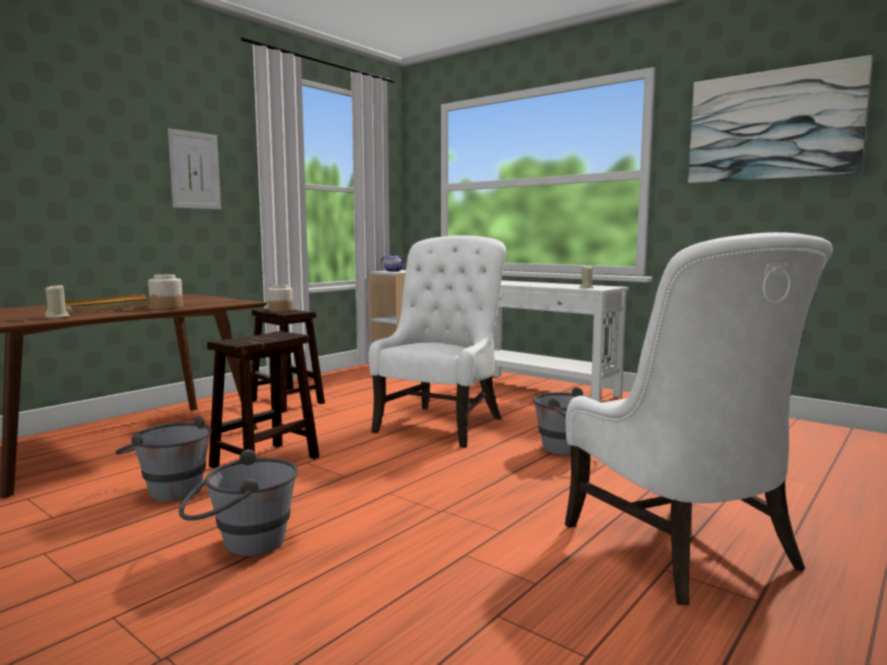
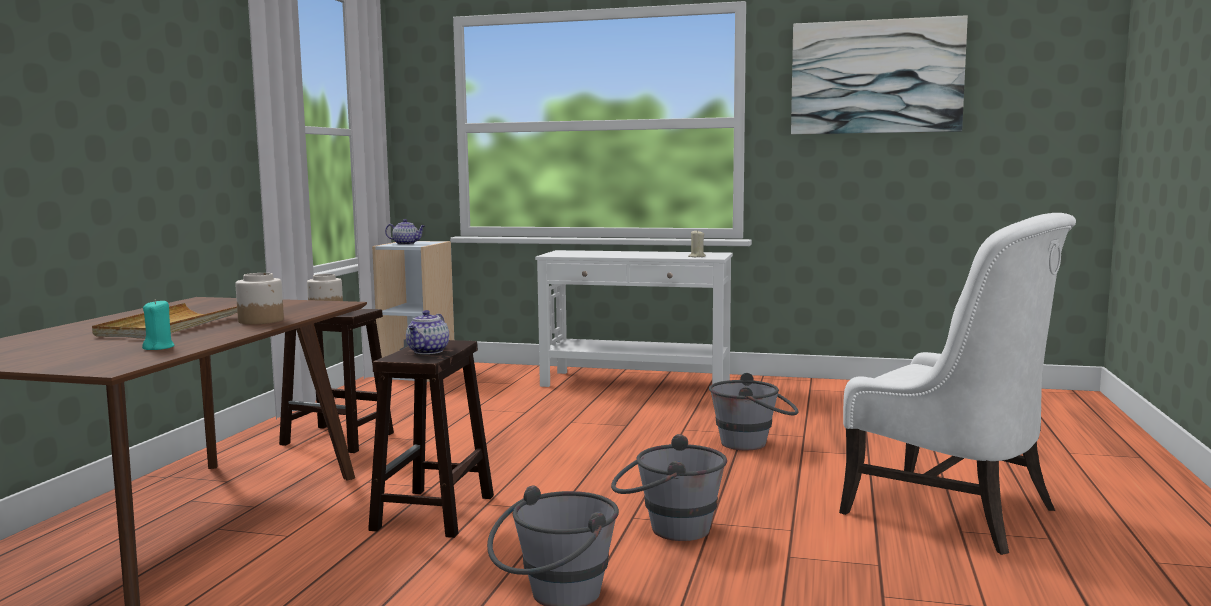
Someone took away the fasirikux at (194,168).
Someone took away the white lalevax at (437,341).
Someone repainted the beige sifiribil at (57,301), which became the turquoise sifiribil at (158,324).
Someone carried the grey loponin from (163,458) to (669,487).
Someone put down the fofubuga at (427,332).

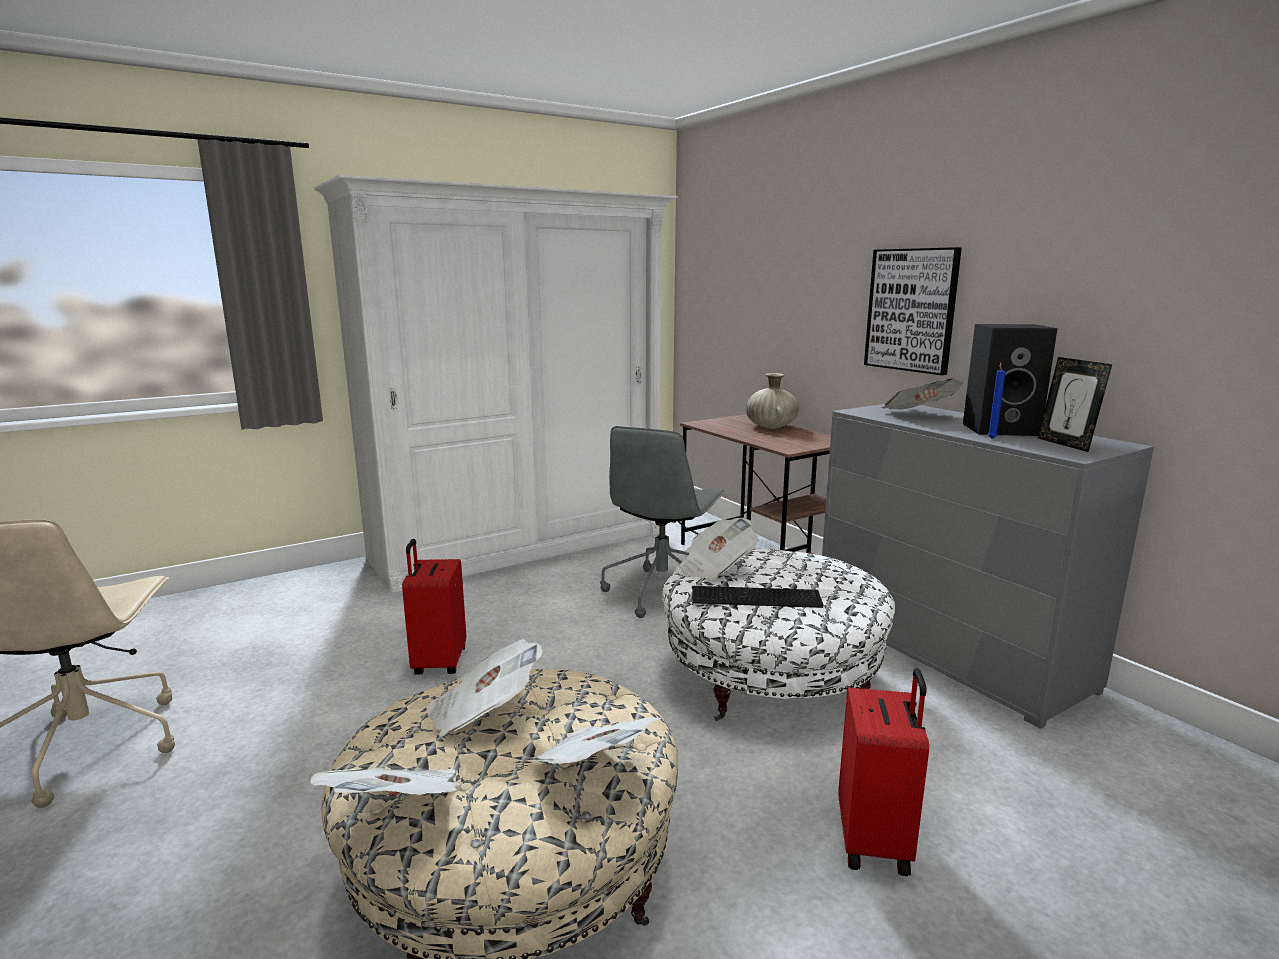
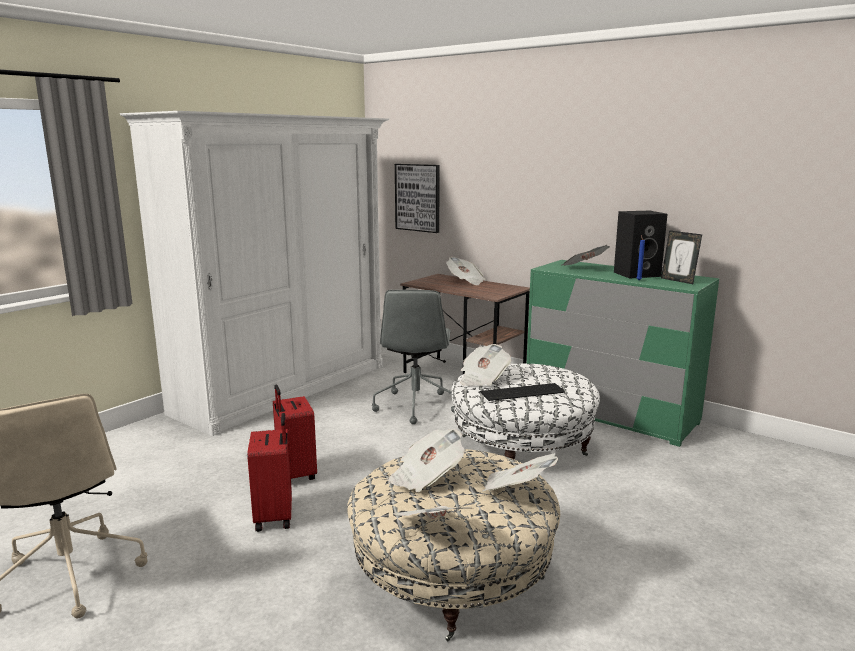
Someone carried the fasirikux from (913,311) to (417,198).
Someone swapped the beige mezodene at (772,401) for the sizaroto at (465,271).
Someone repainted the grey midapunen at (988,566), which became the green midapunen at (623,353).
Someone carried the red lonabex from (883,772) to (269,472).

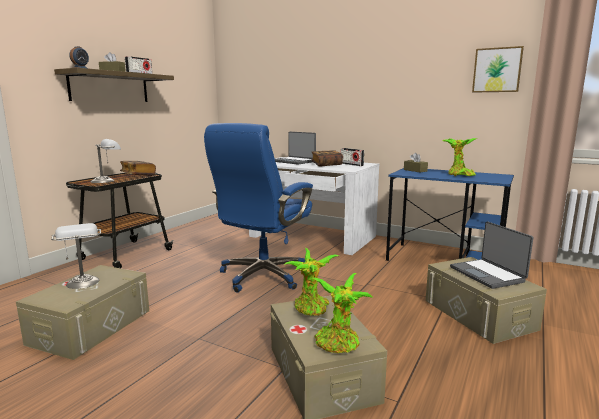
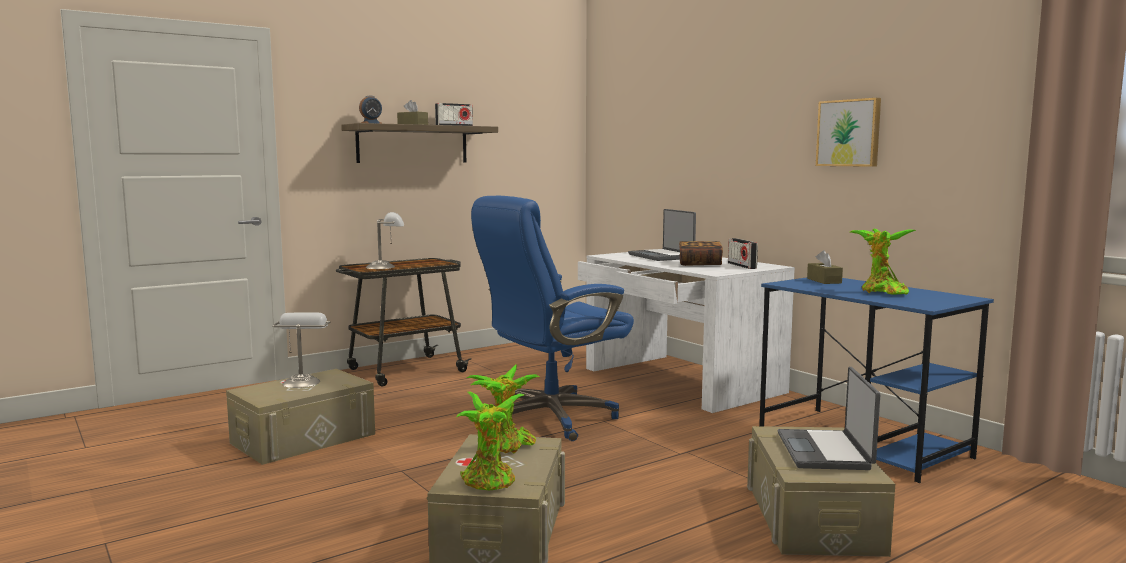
Someone carried the fasirikux from (498,69) to (848,132).
Someone took away the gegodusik at (138,168).

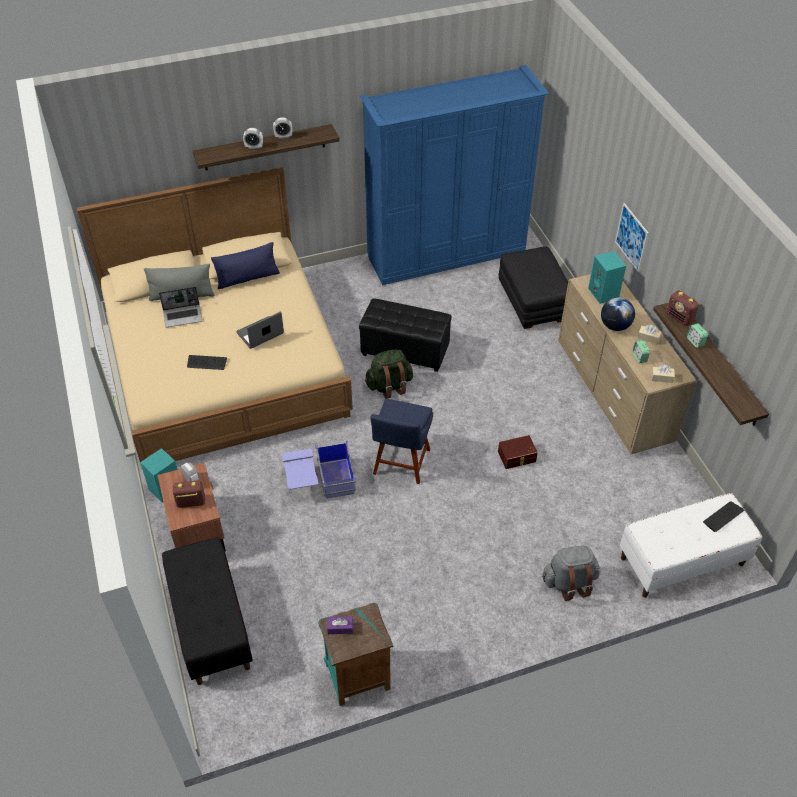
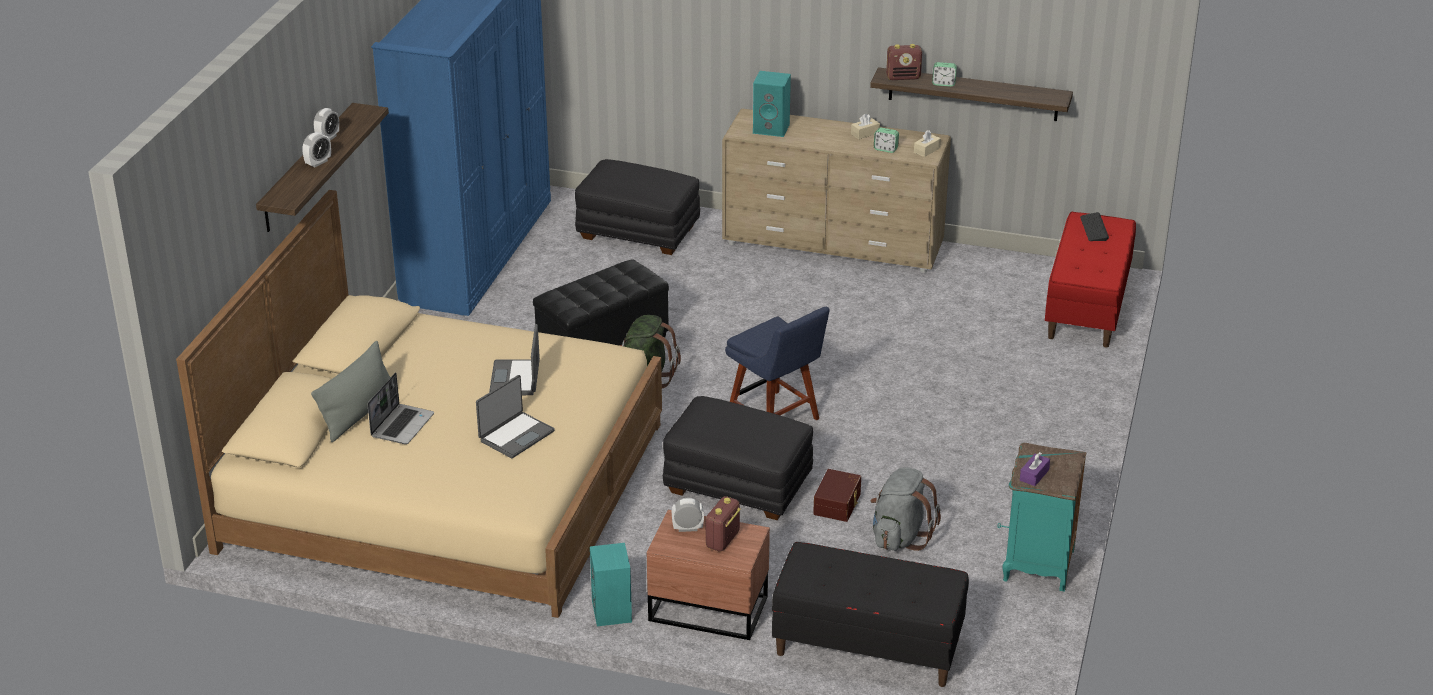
Someone took away the fasirikux at (631,237).
Someone took away the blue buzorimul at (245,265).
Someone took away the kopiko at (618,314).
Someone swapped the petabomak at (207,362) for the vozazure at (515,416).
Someone carried the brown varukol from (518,452) to (837,495).
Someone swapped the blue varukol at (319,469) for the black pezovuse at (738,458).
Someone repainted the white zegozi at (691,545), which became the red zegozi at (1090,280).
Someone carried the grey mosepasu from (571,573) to (906,509).

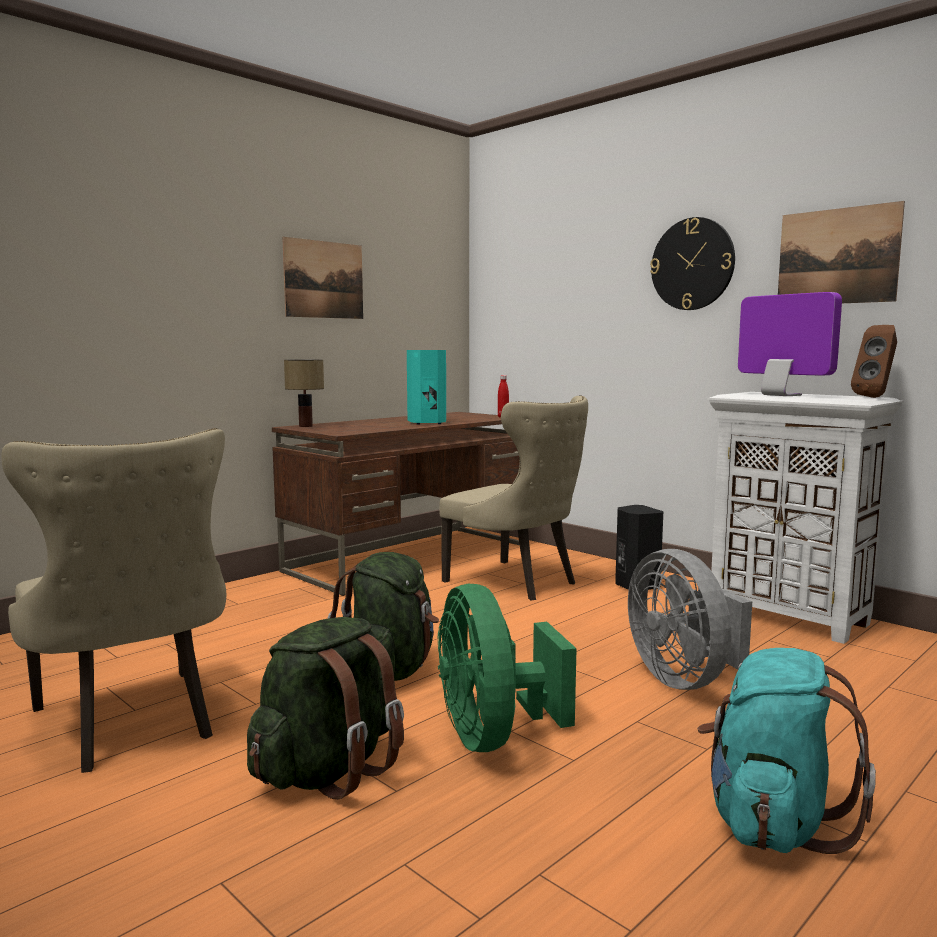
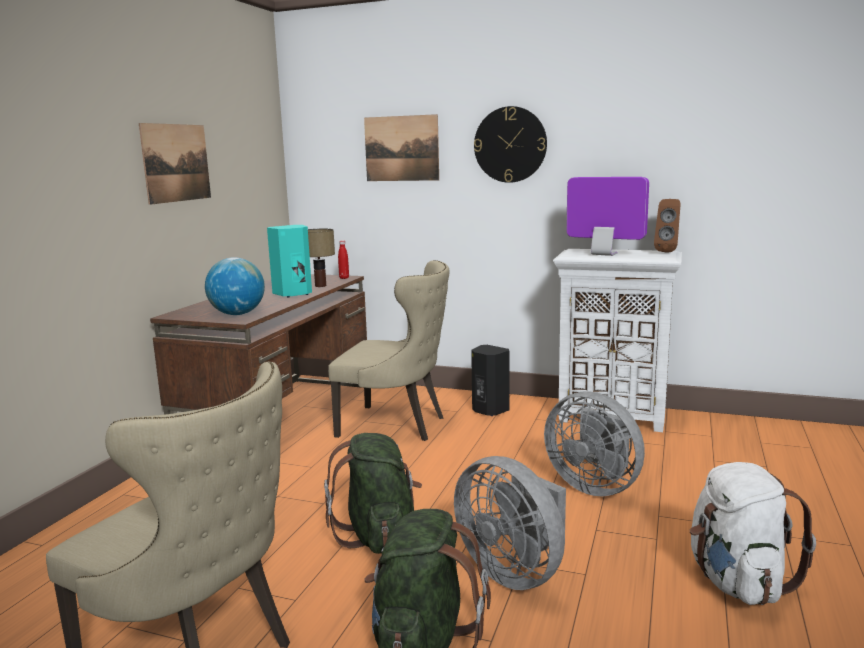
Someone carried the fasirikux from (841,252) to (401,147).
Someone carried the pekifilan from (304,393) to (321,258).
Someone repainted the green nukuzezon at (507,668), which became the grey nukuzezon at (510,523).
Someone repainted the turquoise mosepasu at (786,751), which became the white mosepasu at (753,533).
Someone put down the kopiko at (235,286).

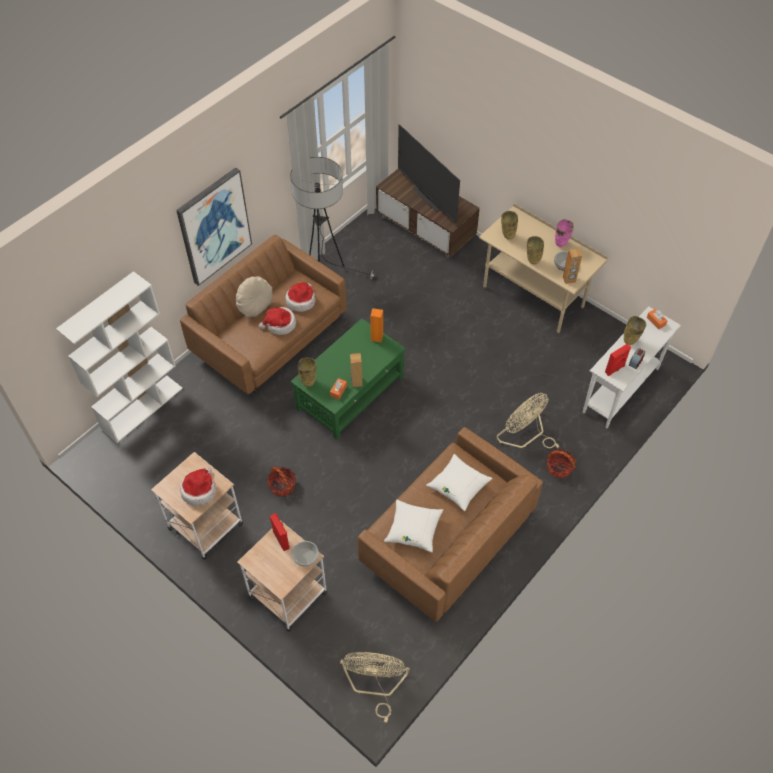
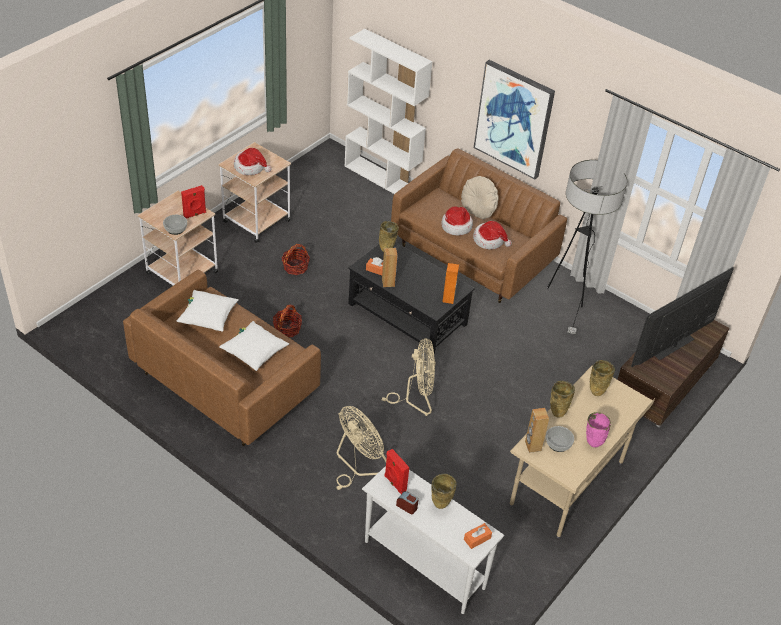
Someone repainted the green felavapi at (348,378), which became the black felavapi at (411,298).
Someone carried the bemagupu from (561,463) to (287,320).
Someone carried the beige nukuzezon from (375,687) to (409,377).

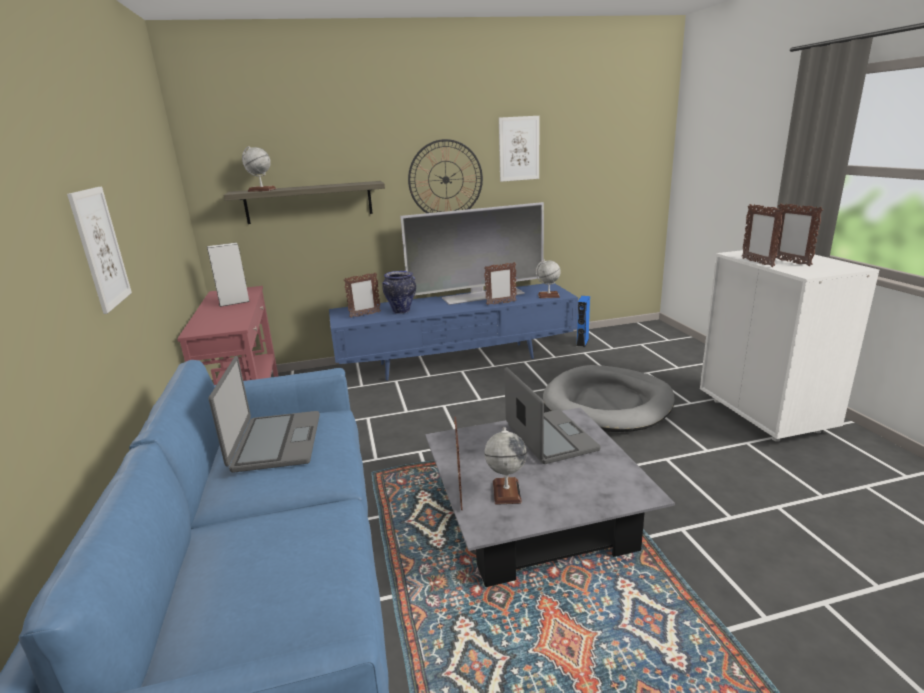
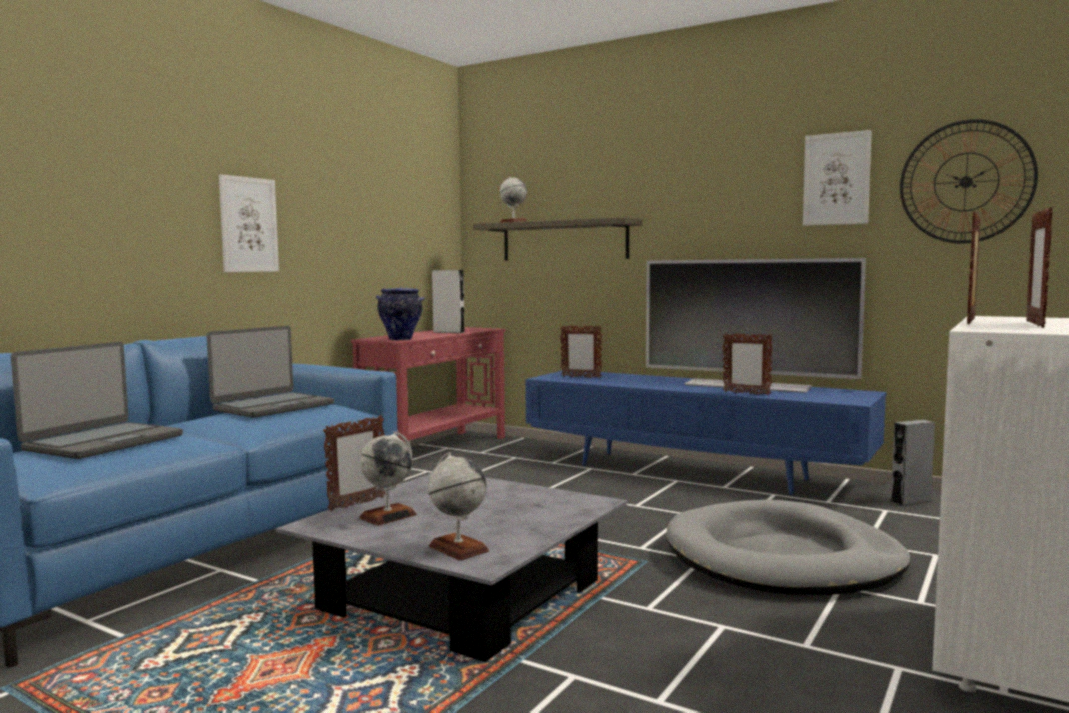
Someone carried the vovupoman from (445,176) to (969,181).
Someone carried the kopiko from (548,279) to (458,506).
Someone carried the mezodene from (399,292) to (400,314).
Someone repainted the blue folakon at (583,321), which became the grey folakon at (913,462).
Someone carried the vozazure from (552,415) to (97,400).

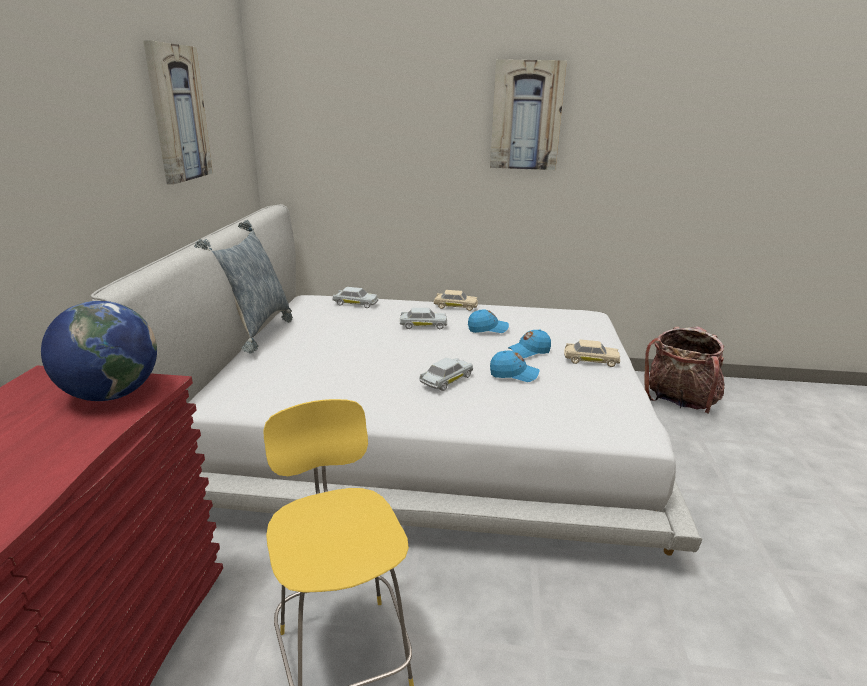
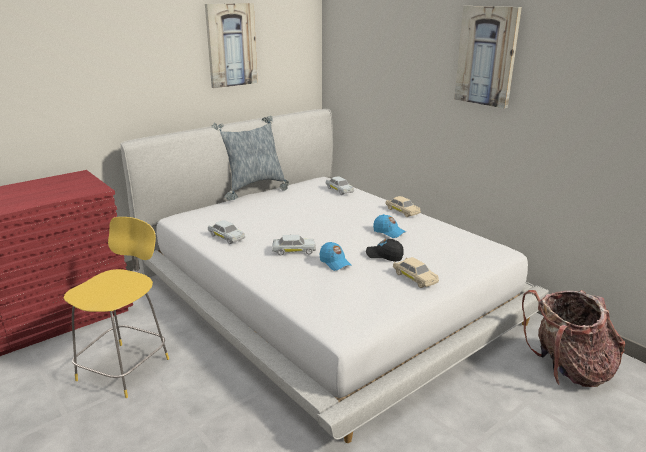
Someone took away the kopiko at (99,351).
Someone carried the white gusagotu from (423,318) to (226,232).
Someone repainted the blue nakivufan at (529,343), which became the black nakivufan at (385,250).

